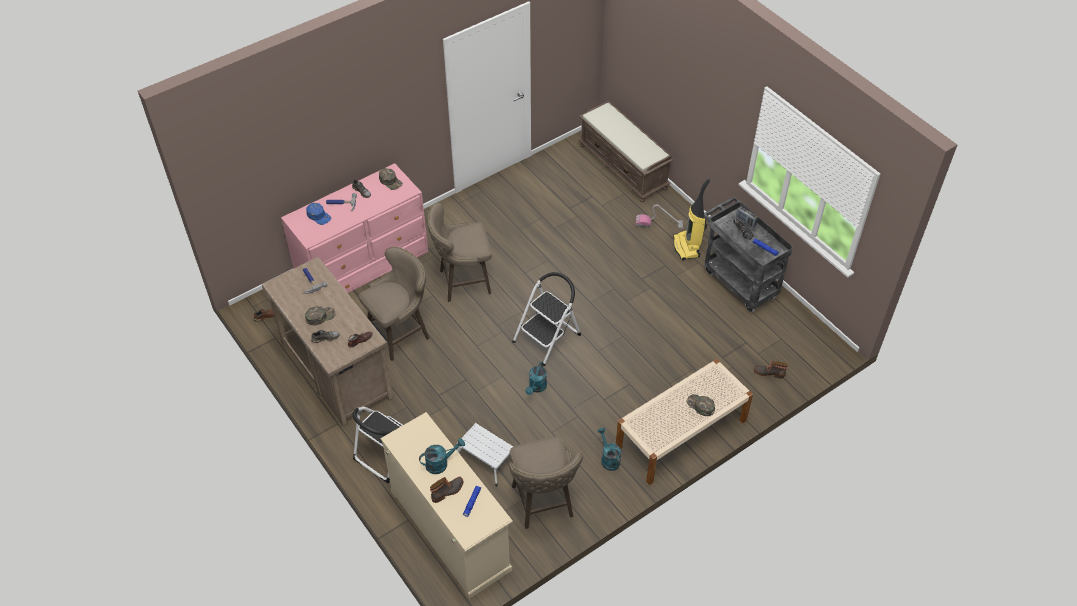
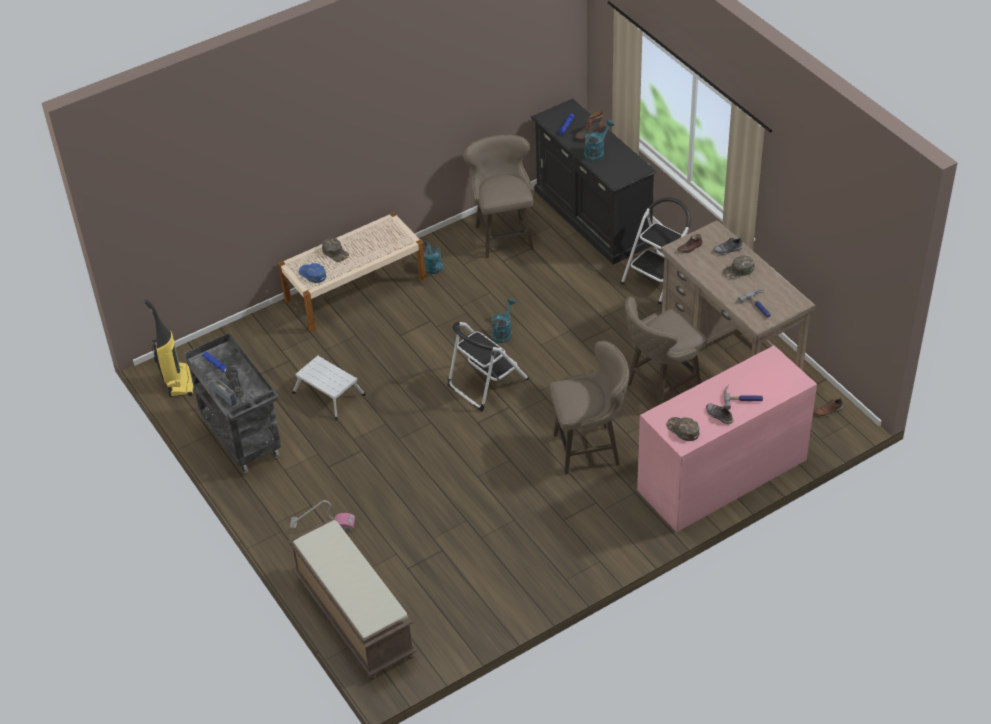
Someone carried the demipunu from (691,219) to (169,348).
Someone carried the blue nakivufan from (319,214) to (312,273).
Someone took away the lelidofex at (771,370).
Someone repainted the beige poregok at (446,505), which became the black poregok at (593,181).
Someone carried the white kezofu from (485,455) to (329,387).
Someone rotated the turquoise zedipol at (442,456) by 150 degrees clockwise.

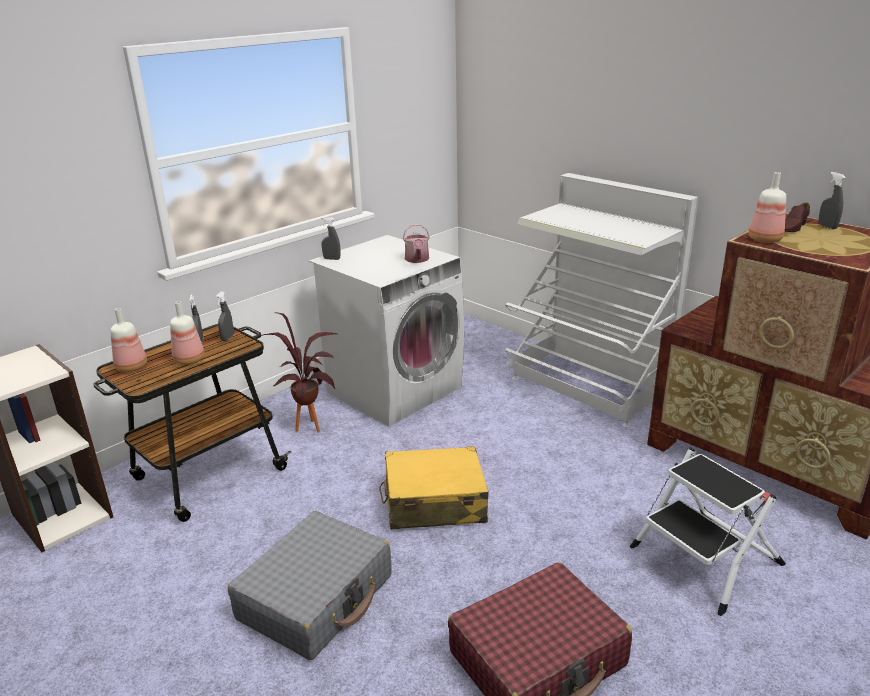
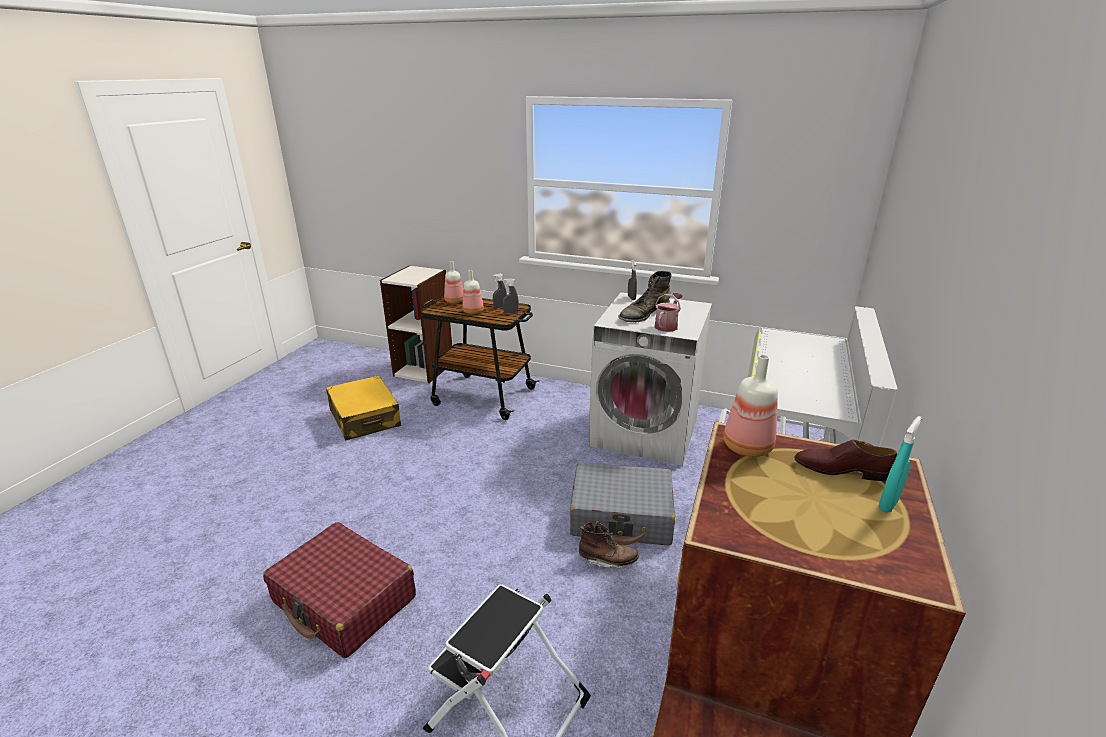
Someone repainted the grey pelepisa at (832,200), which became the turquoise pelepisa at (900,464).
Someone rotated the zedipol at (416,243) by 150 degrees clockwise.
Someone took away the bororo at (299,372).
Someone carried the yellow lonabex from (433,488) to (363,408).
Someone carried the grey lonabex from (310,585) to (622,503).
Someone put down the green lelidofex at (645,296).
Someone put down the brown lelidofex at (609,545).

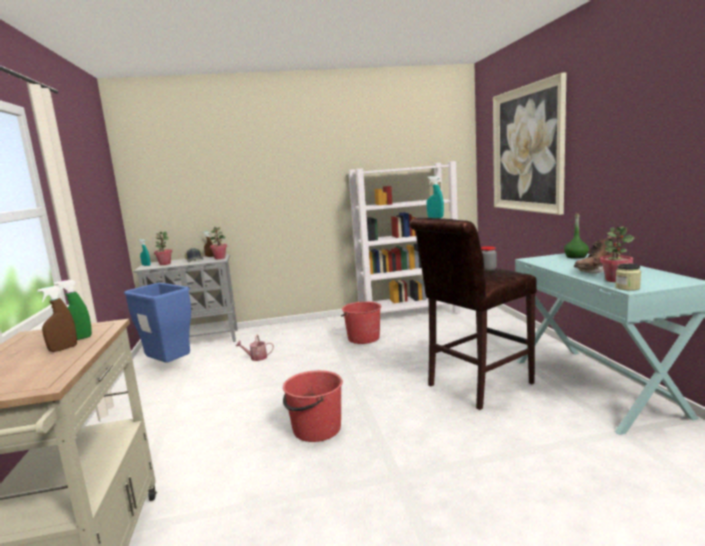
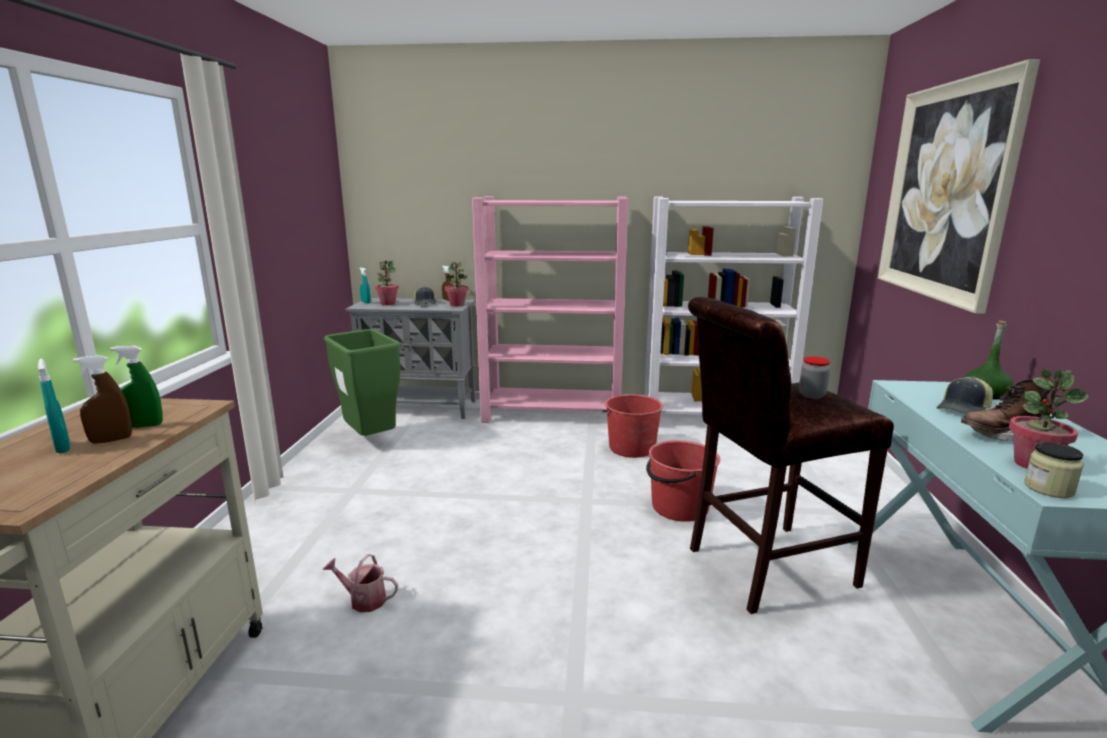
Someone carried the turquoise pelepisa from (435,197) to (54,405).
Someone repainted the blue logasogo at (157,322), which became the green logasogo at (362,382).
Someone carried the zedipol from (255,348) to (360,583).
Someone carried the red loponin from (313,406) to (683,481).
Someone put down the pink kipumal at (550,309).
Someone put down the nakivufan at (964,395).

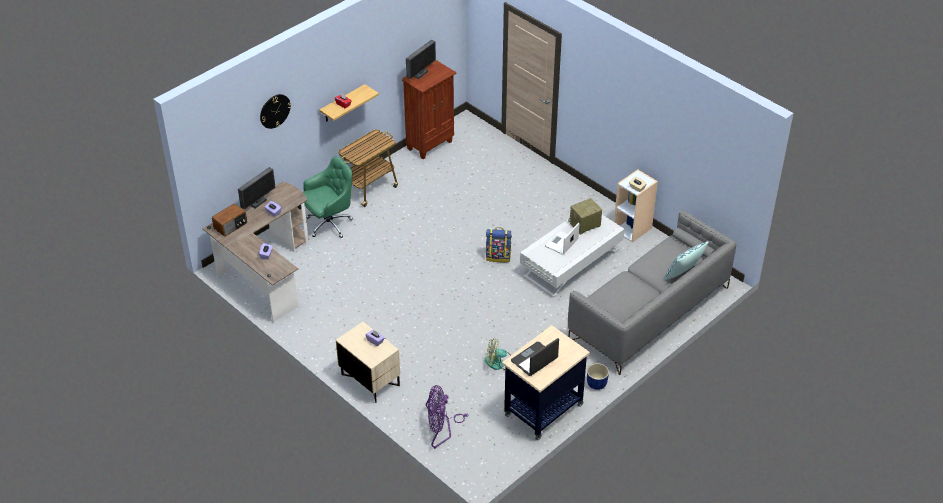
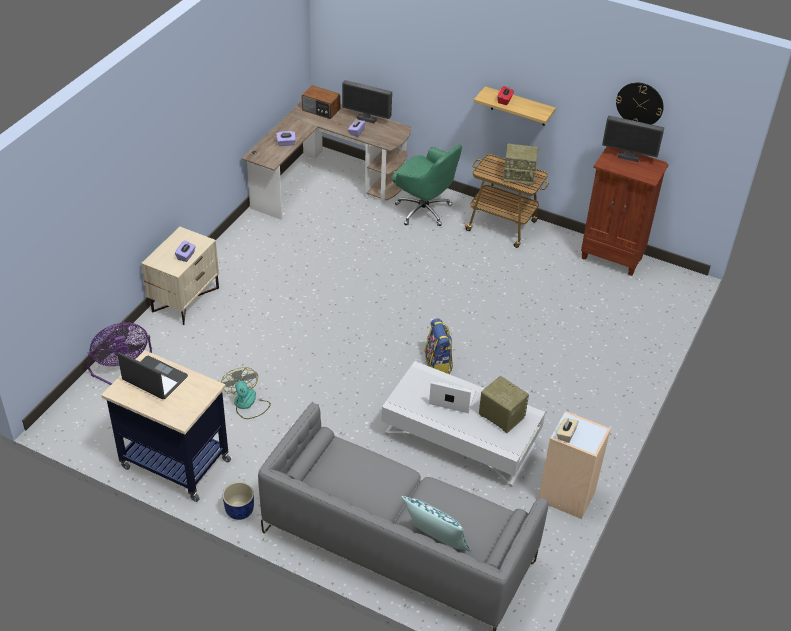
Someone carried the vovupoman from (275,111) to (640,103).
Someone put down the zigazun at (520,165).

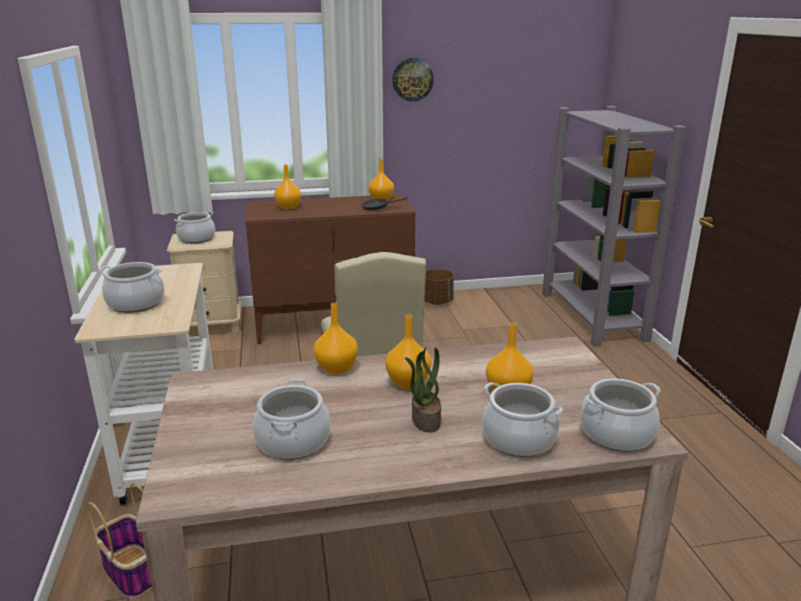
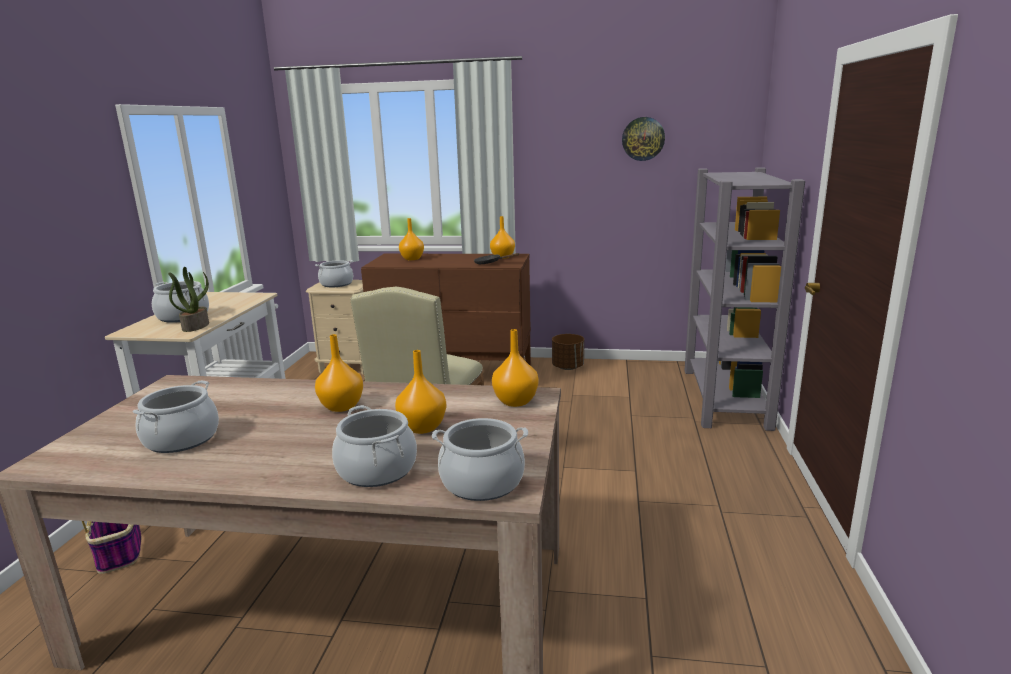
Someone carried the vovupoman from (413,80) to (643,139).
Someone carried the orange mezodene from (336,338) to (515,368).
Someone carried the bororo from (423,390) to (188,299).

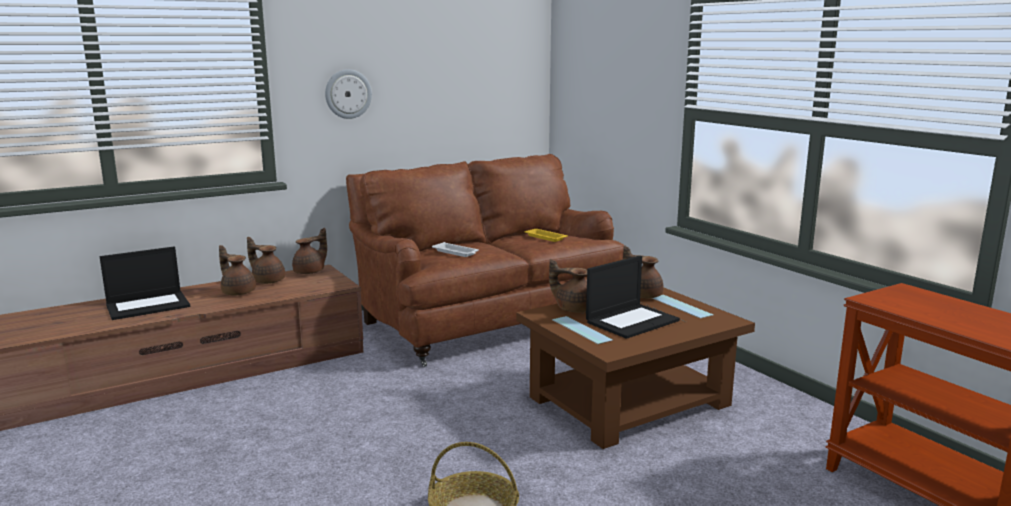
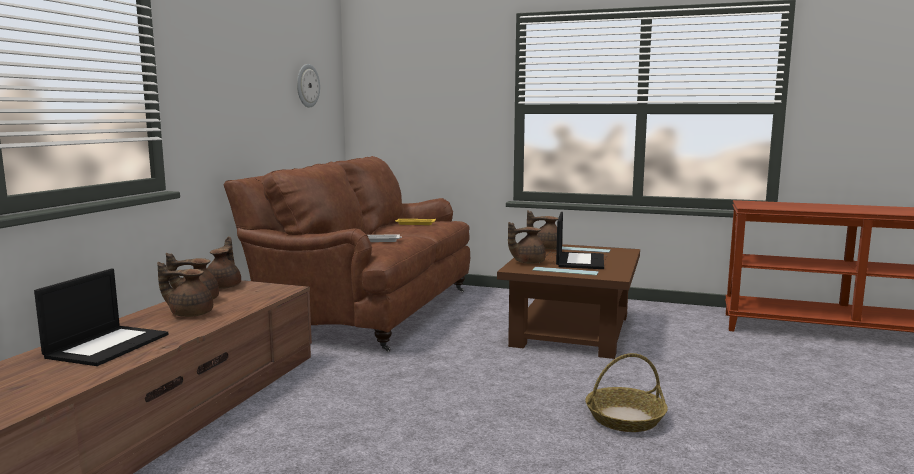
Someone carried the vovupoman from (348,94) to (308,86).

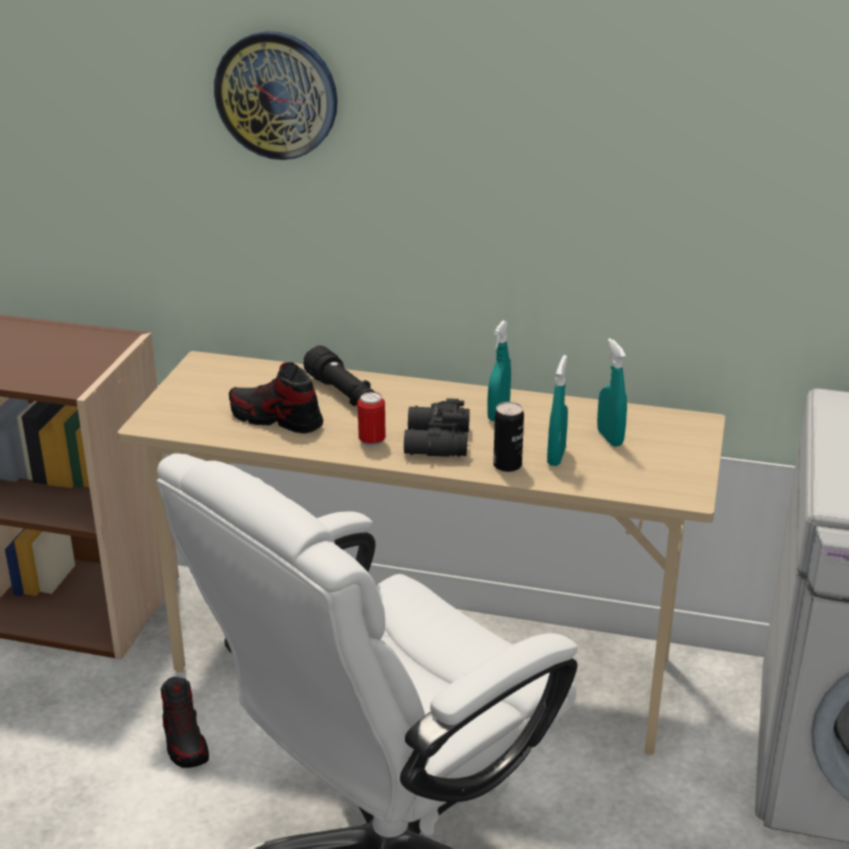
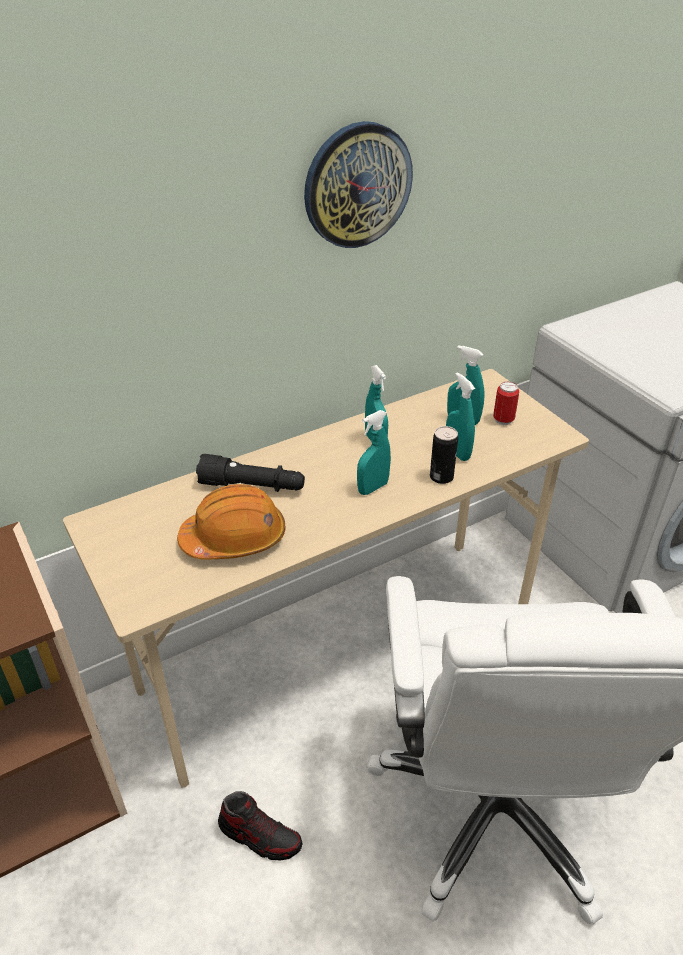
Someone carried the vovupoman from (275,95) to (358,184).
Someone swapped the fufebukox at (276,398) for the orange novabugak at (231,522).
Someone carried the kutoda from (371,419) to (506,403).
Someone swapped the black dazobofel at (437,427) for the turquoise pelepisa at (374,452).

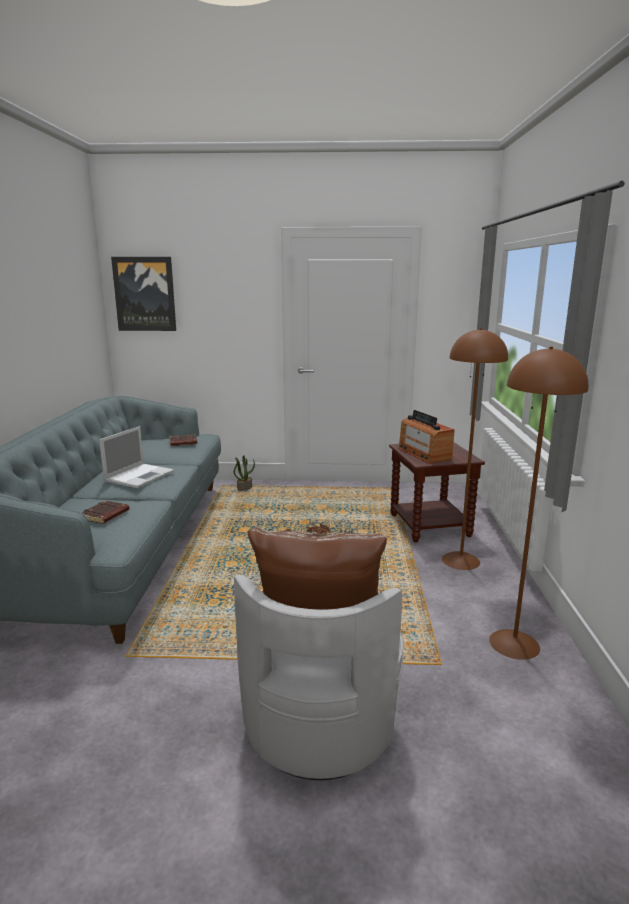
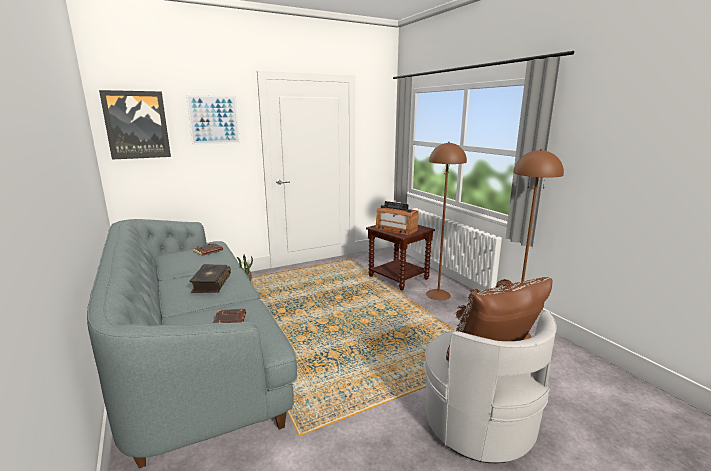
Someone swapped the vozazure at (136,457) for the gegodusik at (210,278).
Someone put up the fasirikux at (213,120).

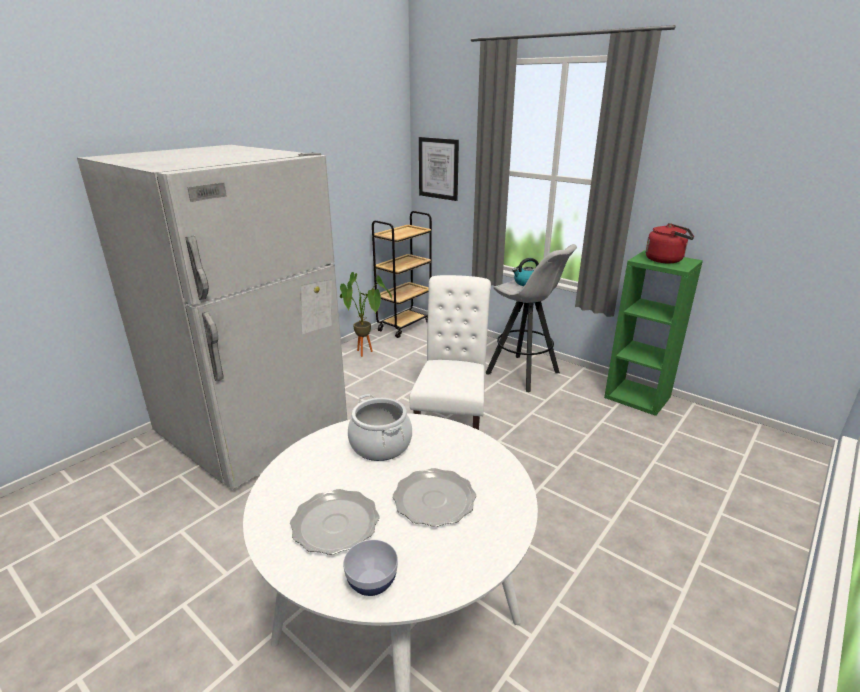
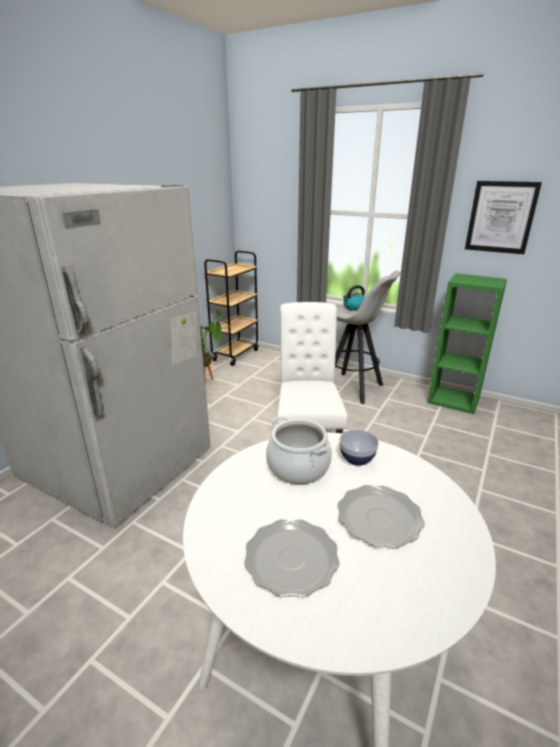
Someone carried the fasirikux from (439,169) to (503,217).
Someone took away the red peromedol at (670,243).
Someone carried the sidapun from (370,568) to (359,448).

